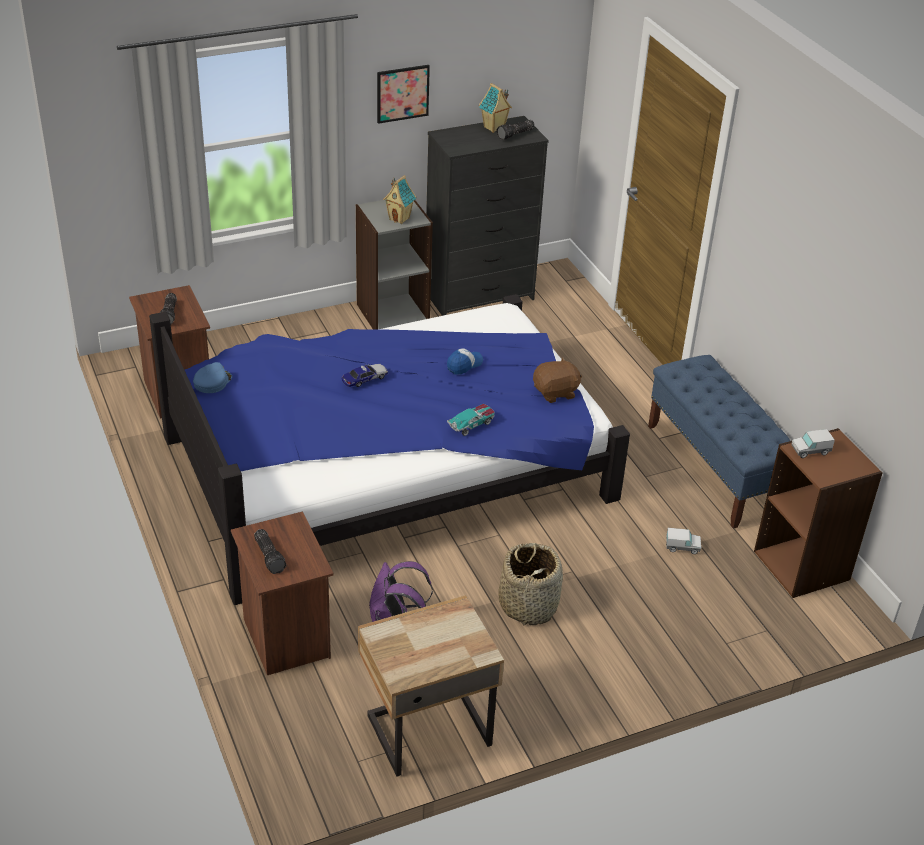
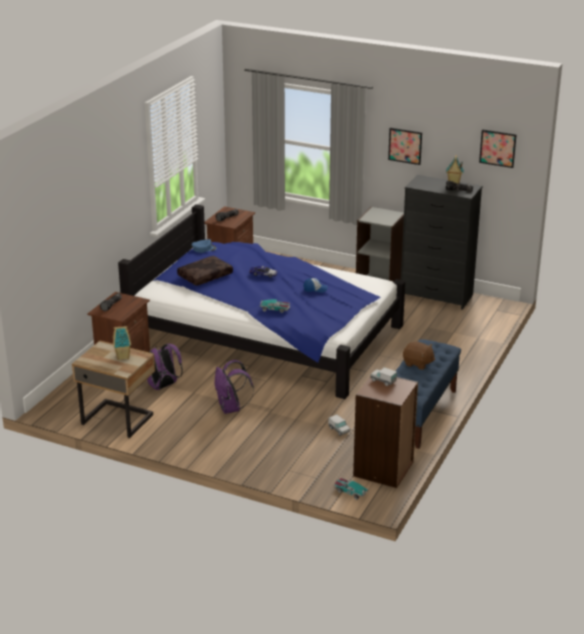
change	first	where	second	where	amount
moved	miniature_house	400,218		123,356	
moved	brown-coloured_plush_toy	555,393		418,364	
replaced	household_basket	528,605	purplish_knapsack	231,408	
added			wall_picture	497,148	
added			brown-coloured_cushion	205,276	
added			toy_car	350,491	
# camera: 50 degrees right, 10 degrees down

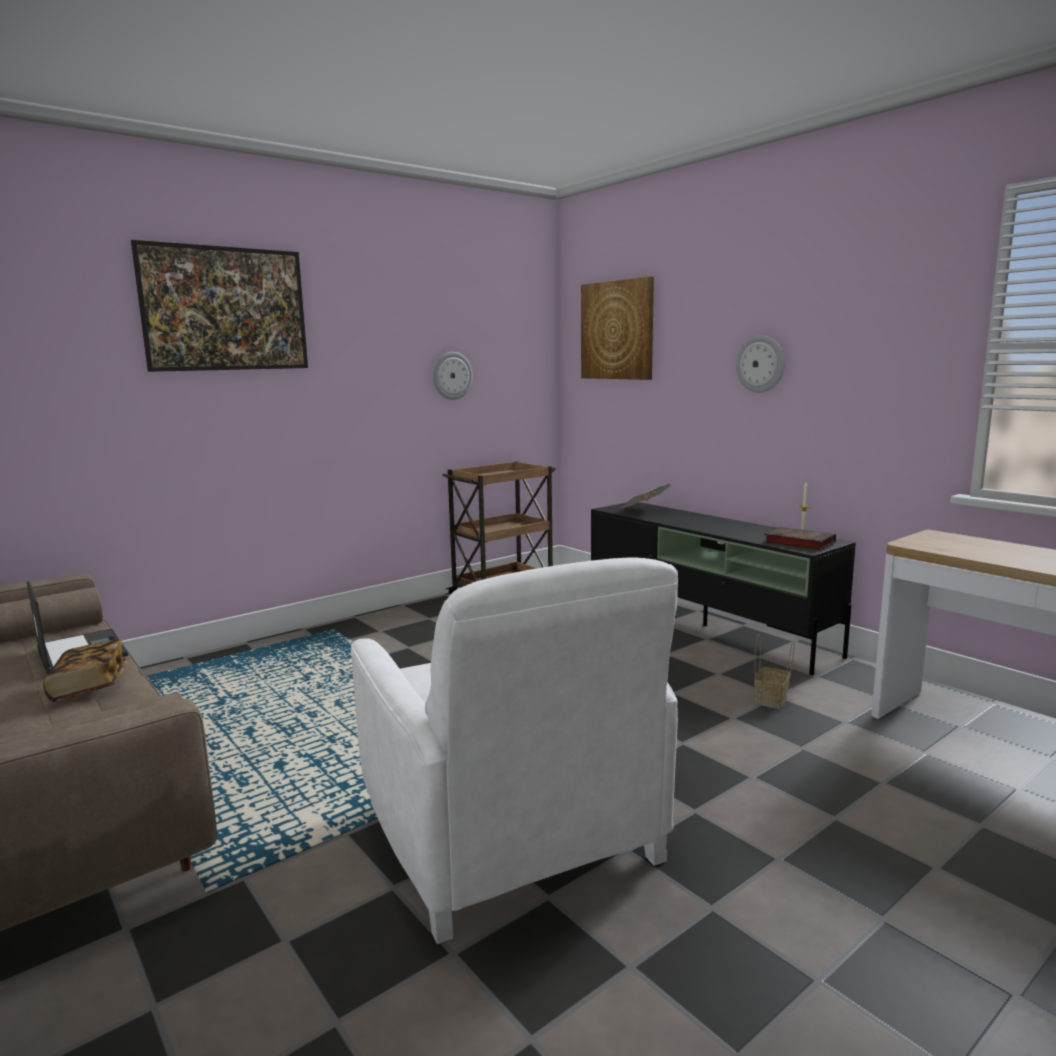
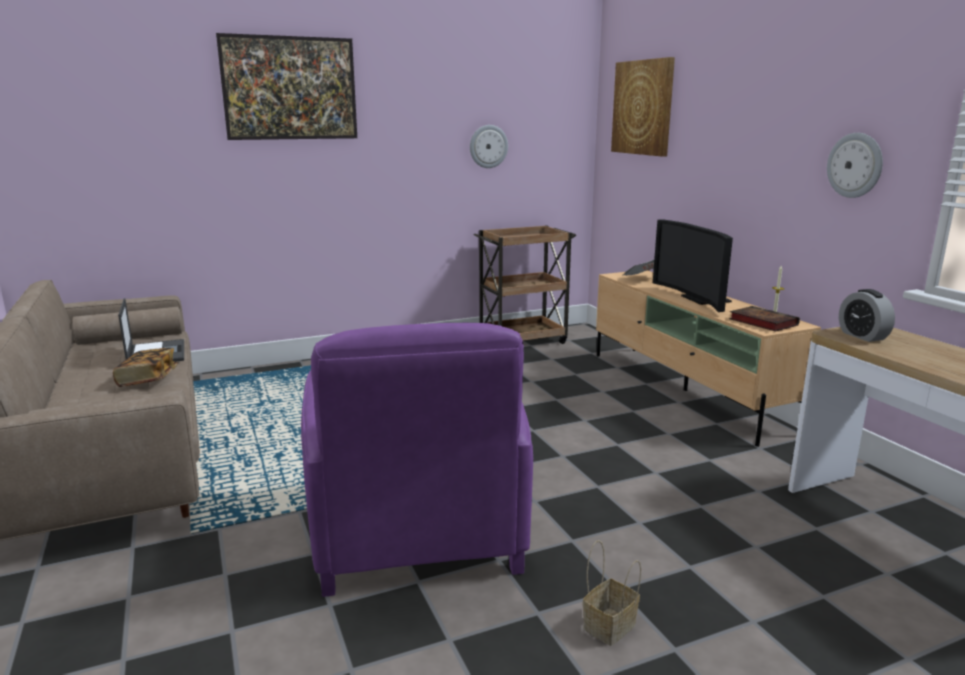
change	first	where	second	where	amount
moved	hanging_clock	761,364		855,165	
recoloured	black-coloured_media_console	705,626	beige-coloured_media_console	685,390	
recoloured	white-coloured_lounge_chair	512,835	purplish_lounge_chair	417,533	
moved	household_basket	771,700		609,627	
added			TV_set	699,299	
added			bedside_clock	862,336	
# camera: 15 degrees right, 5 degrees up

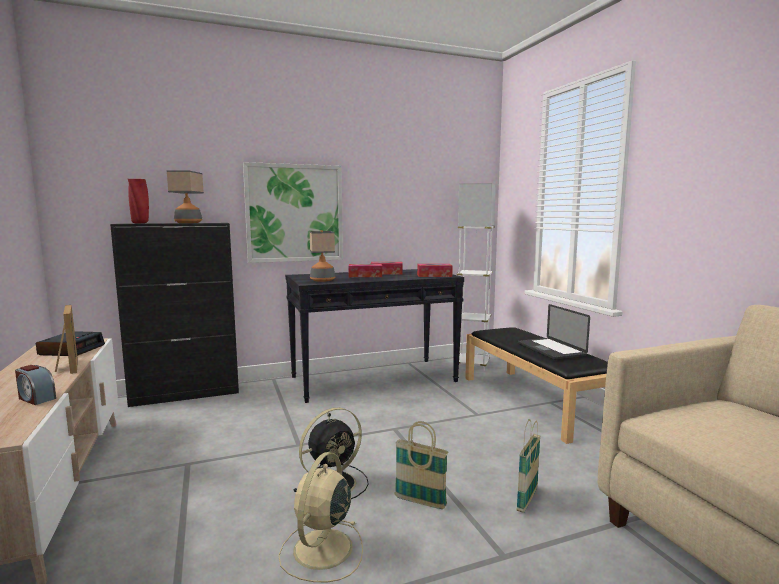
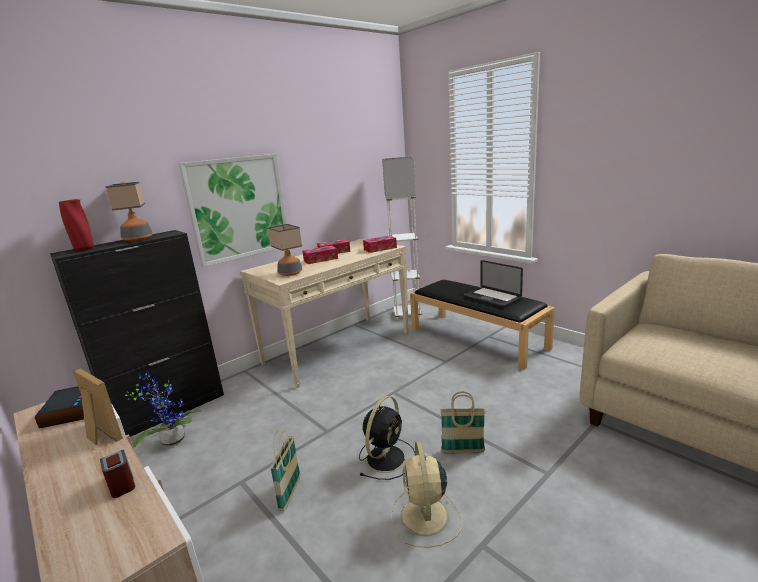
change	first	where	second	where	amount
recoloured	black-coloured_narrow_table	374,379	beige-coloured_narrow_table	338,348	
turned	bedside_clock	36,398		122,483	135 degrees counterclockwise
moved	household_basket	527,499		290,493	
added			houseplant	171,440	
# camera: 20 degrees left, 10 degrees up

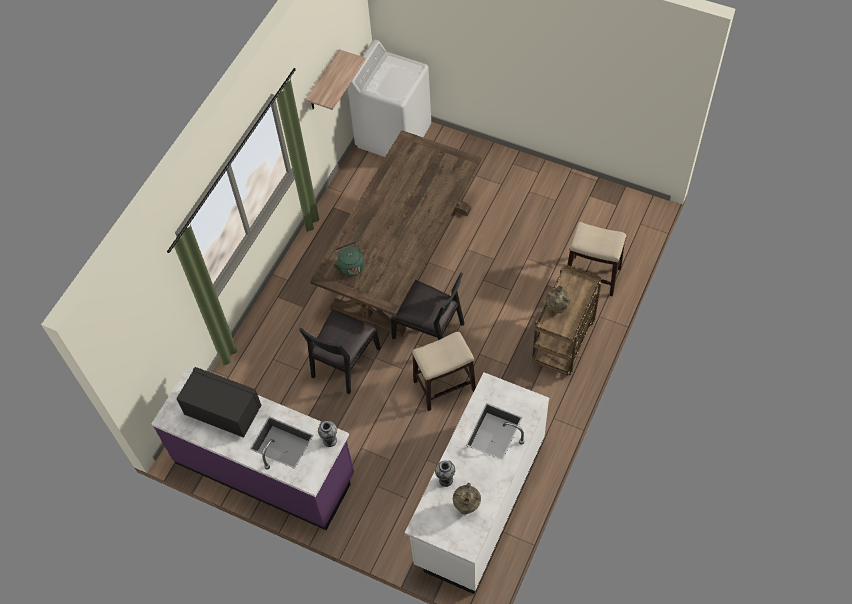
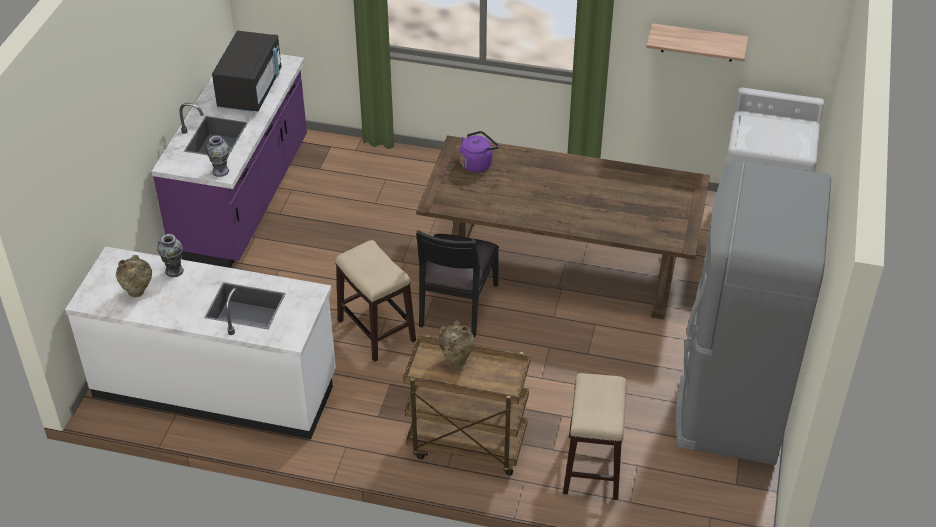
change	first	where	second	where	amount
recoloured	greenish_kettle	351,266	purplish_kettle	477,163	
removed	black-coloured_plain_chair	344,362			
added			grey_refrigerator	730,403	
# camera: 75 degrees right, 15 degrees down

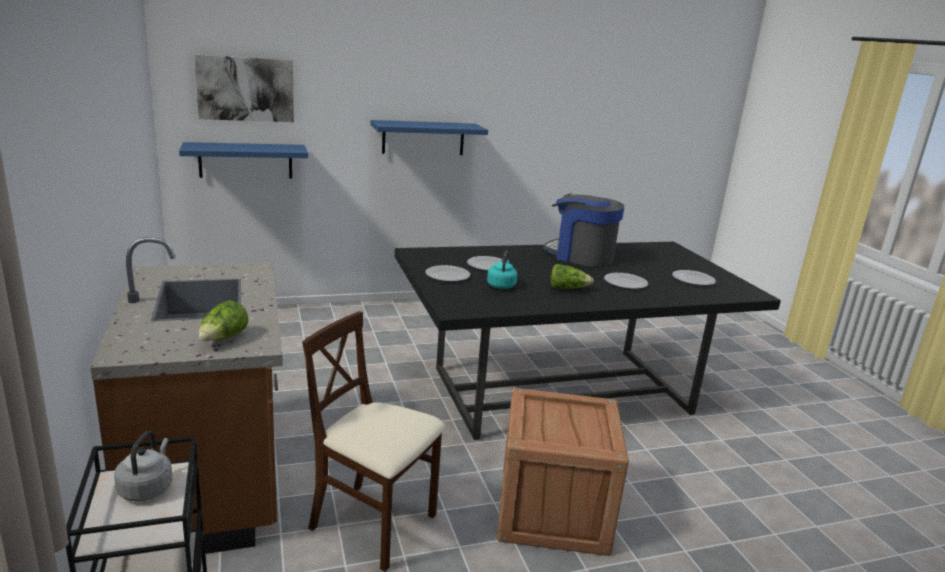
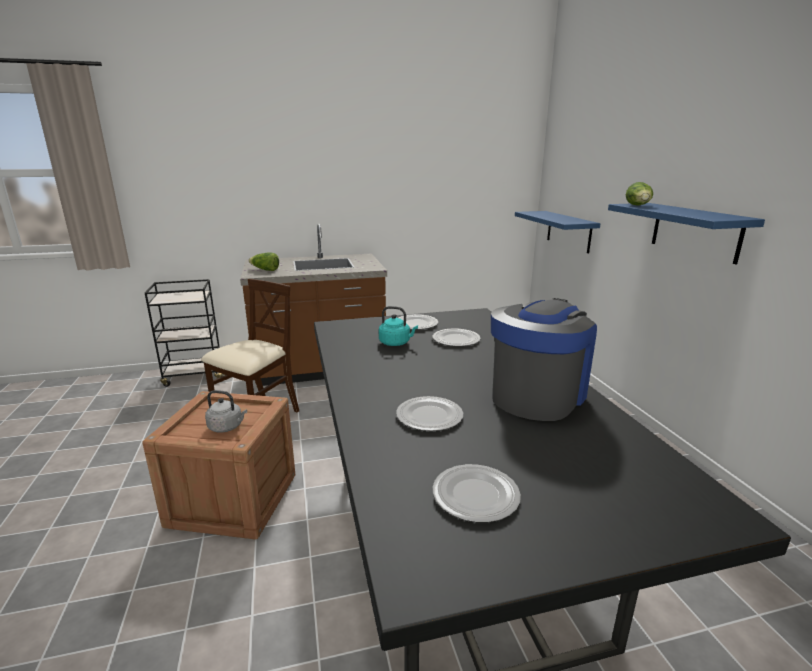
change	first	where	second	where	amount
removed	wall_picture	245,89			
moved	lettuce_head	567,288		639,206	
moved	grey_kettle	147,488		227,427	
# camera: 95 degrees right, 0 degrees up

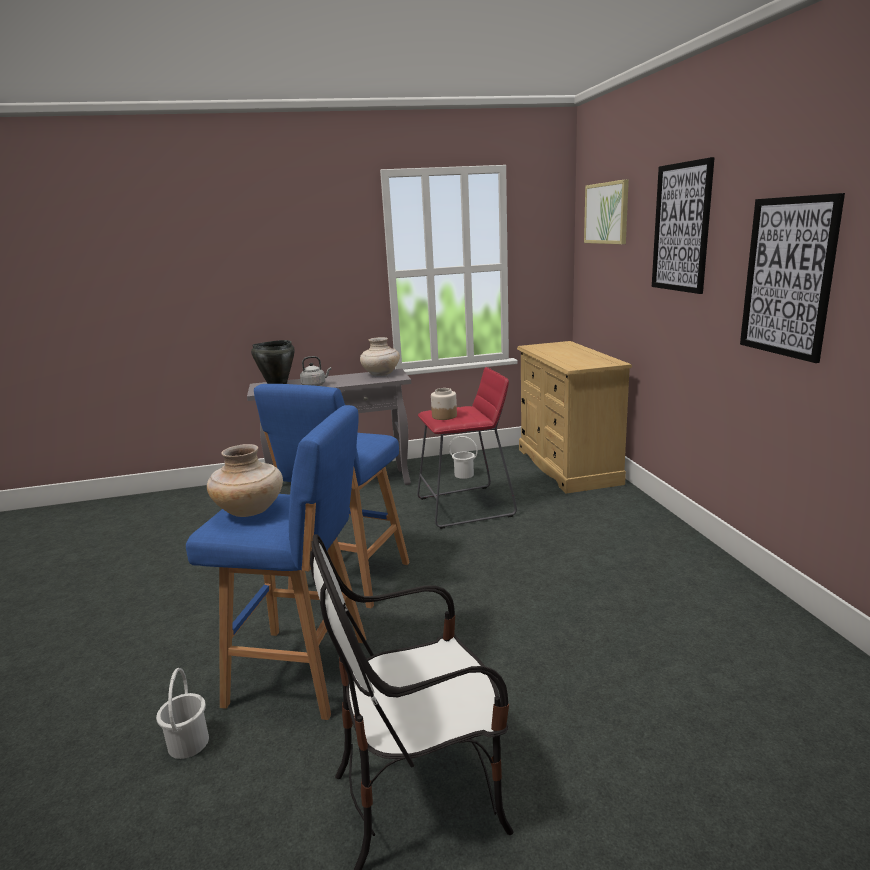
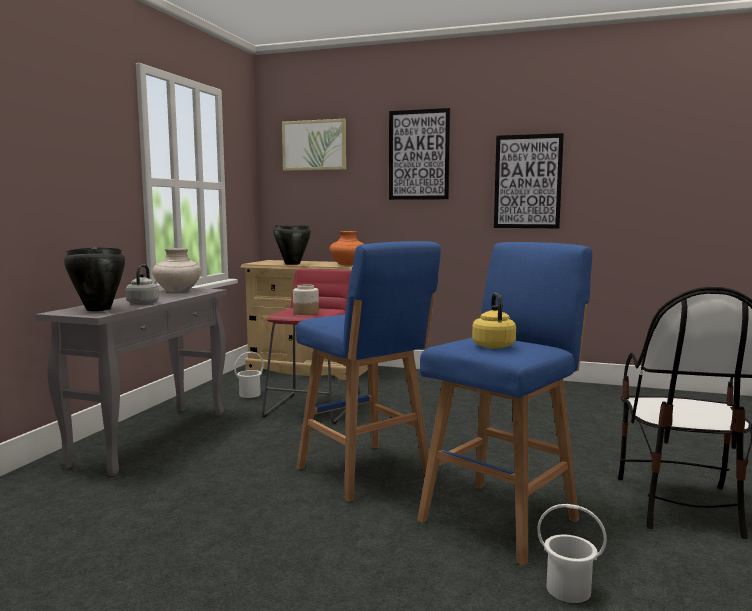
change	first	where	second	where	amount
replaced	beige-coloured_flower_vase	250,511	yellowish_kettle	493,345	
added			black-coloured_saucepot	292,264	
added			orangey_flower_vase	348,265	
# camera: 60 degrees left, 10 degrees down

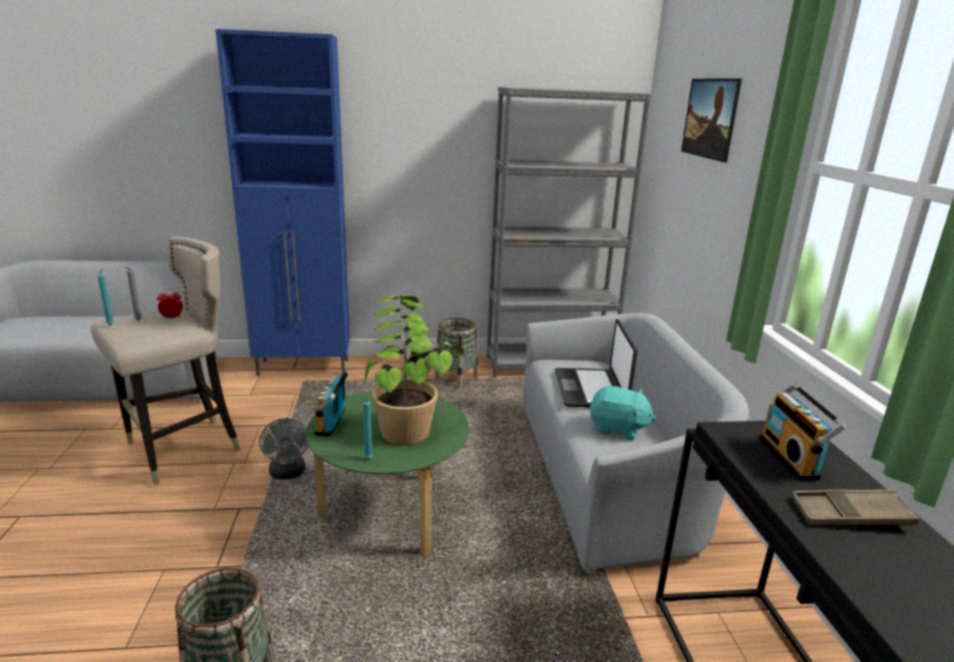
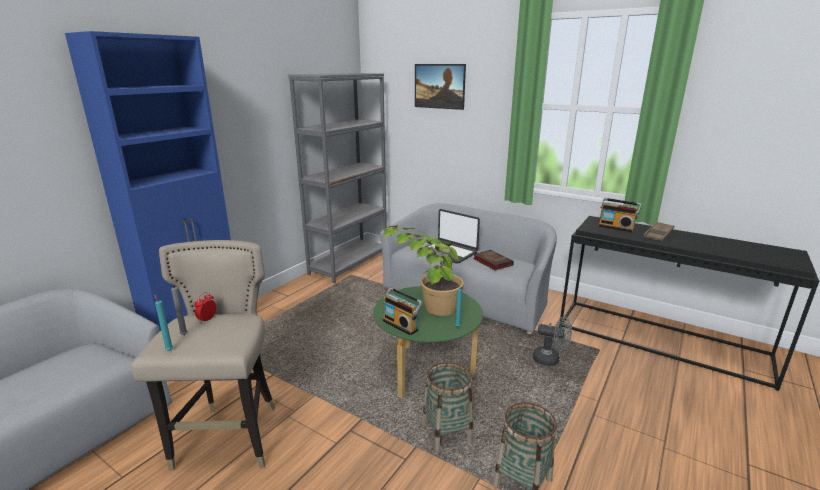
change	first	where	second	where	amount
moved	household_basket	455,378		446,433	
replaced	turquoise-coloured_plush_toy	617,429	book	491,262	
moved	grey_fan	288,474		550,359	
# camera: 50 degrees left, 0 degrees up

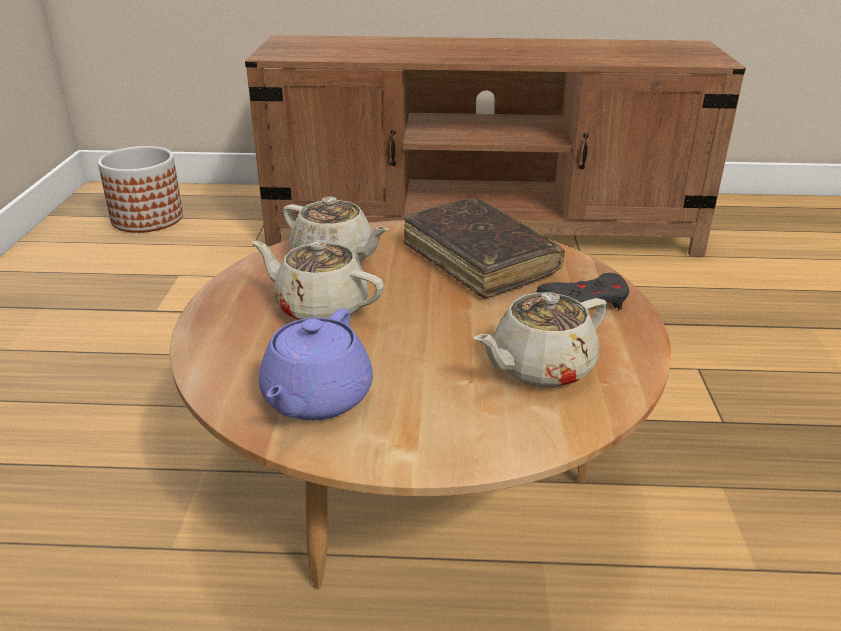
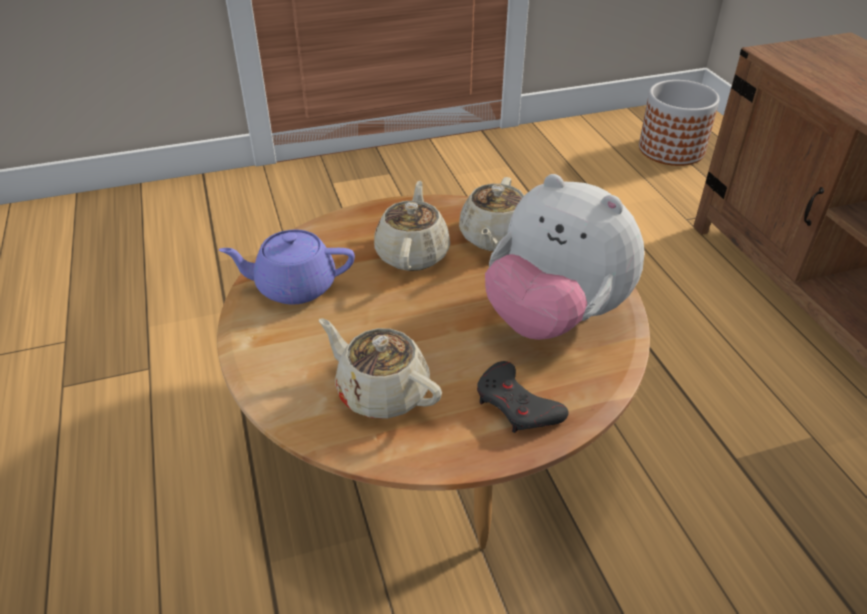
change	first	where	second	where	amount
replaced	brown-coloured_book	479,260	plush_toy	554,318	
# camera: 70 degrees right, 10 degrees up

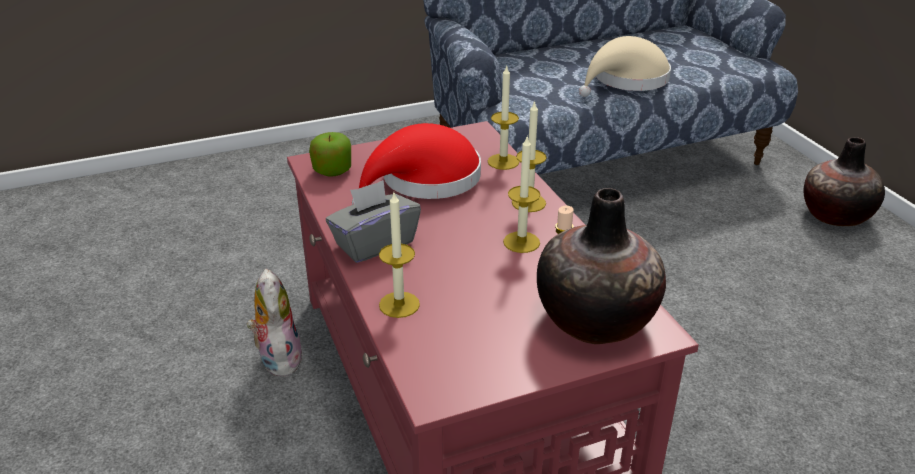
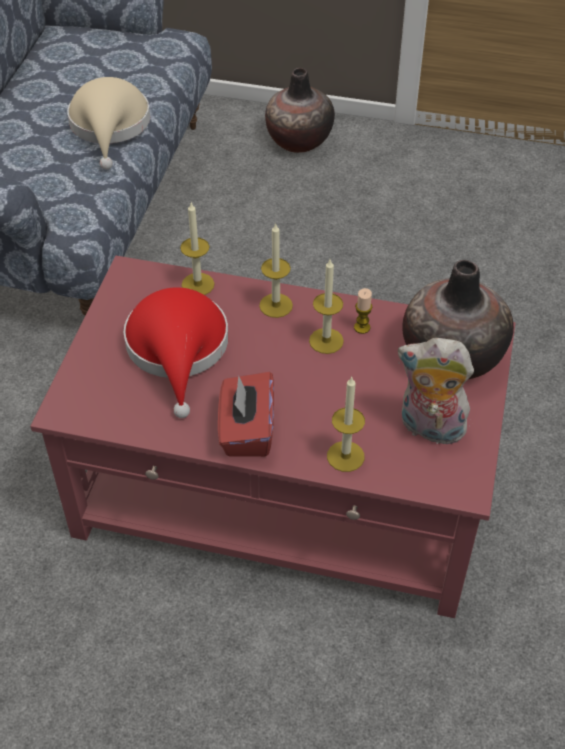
change	first	where	second	where	amount
removed	apple_fruit	332,170			
recoloured	grey_tissue_holder	374,243	reddish_tissue_holder	247,431	
moved	plush_toy	278,358		429,428	
# camera: 55 degrees left, 15 degrees up

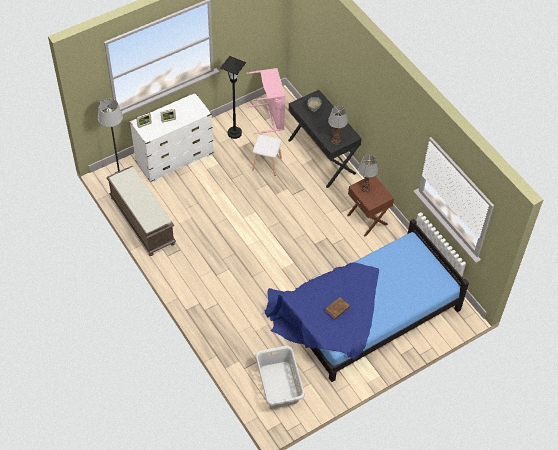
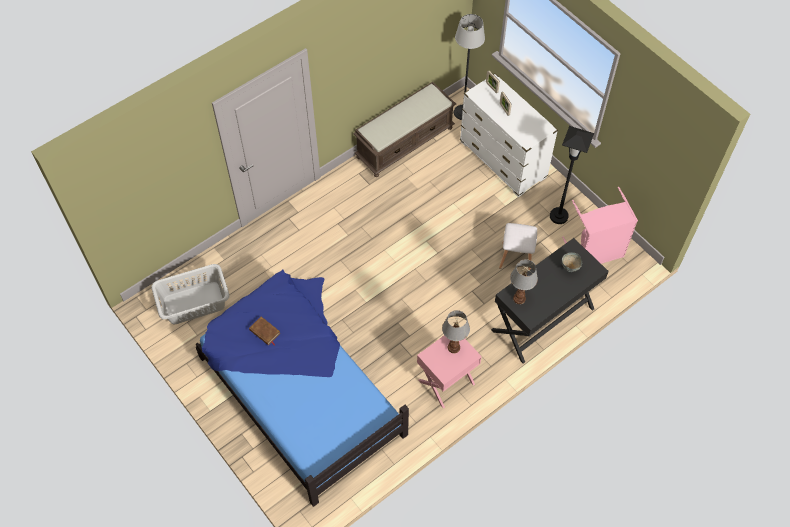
change	first	where	second	where	amount
recoloured	brown-coloured_bedside_table	368,219	pink_bedside_table	447,382	
# camera: 85 degrees right, 5 degrees up

